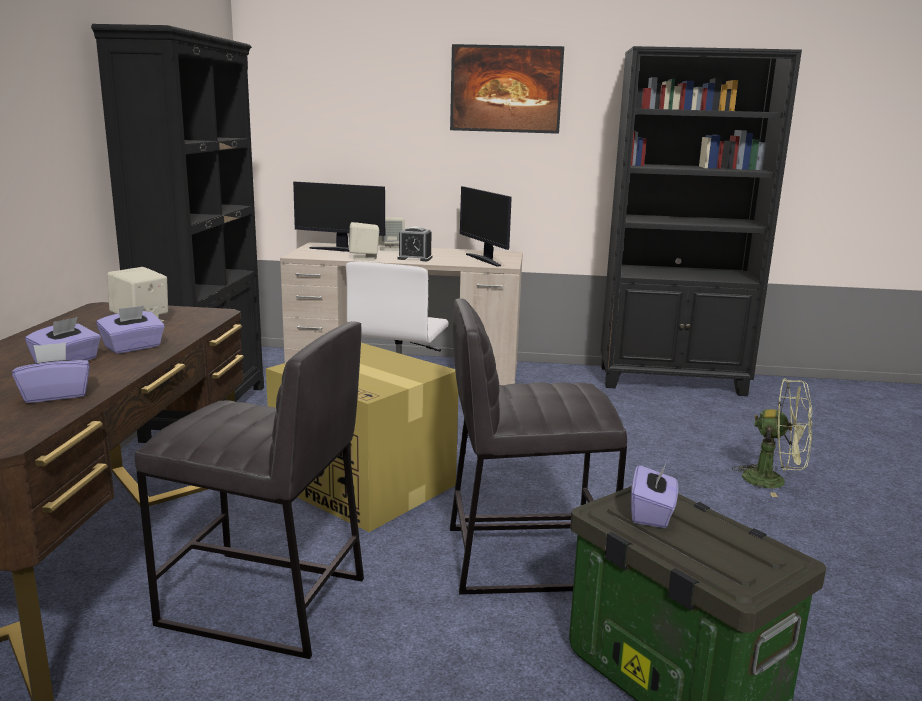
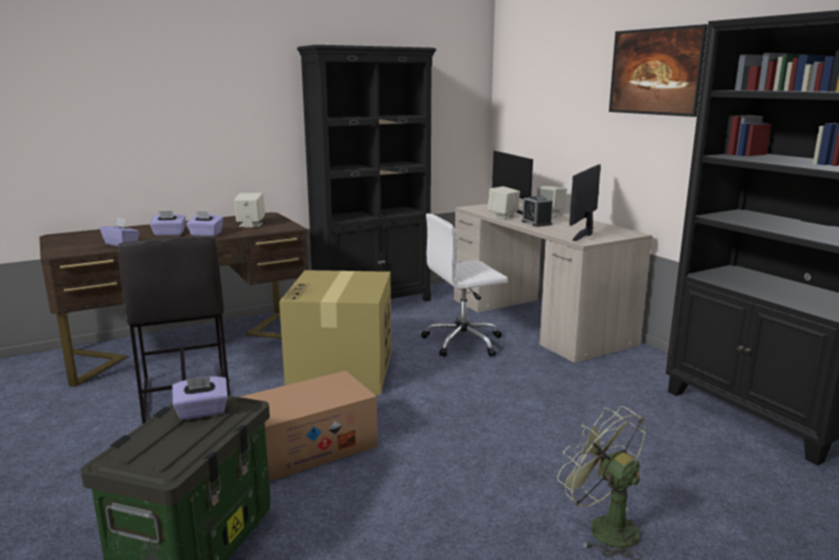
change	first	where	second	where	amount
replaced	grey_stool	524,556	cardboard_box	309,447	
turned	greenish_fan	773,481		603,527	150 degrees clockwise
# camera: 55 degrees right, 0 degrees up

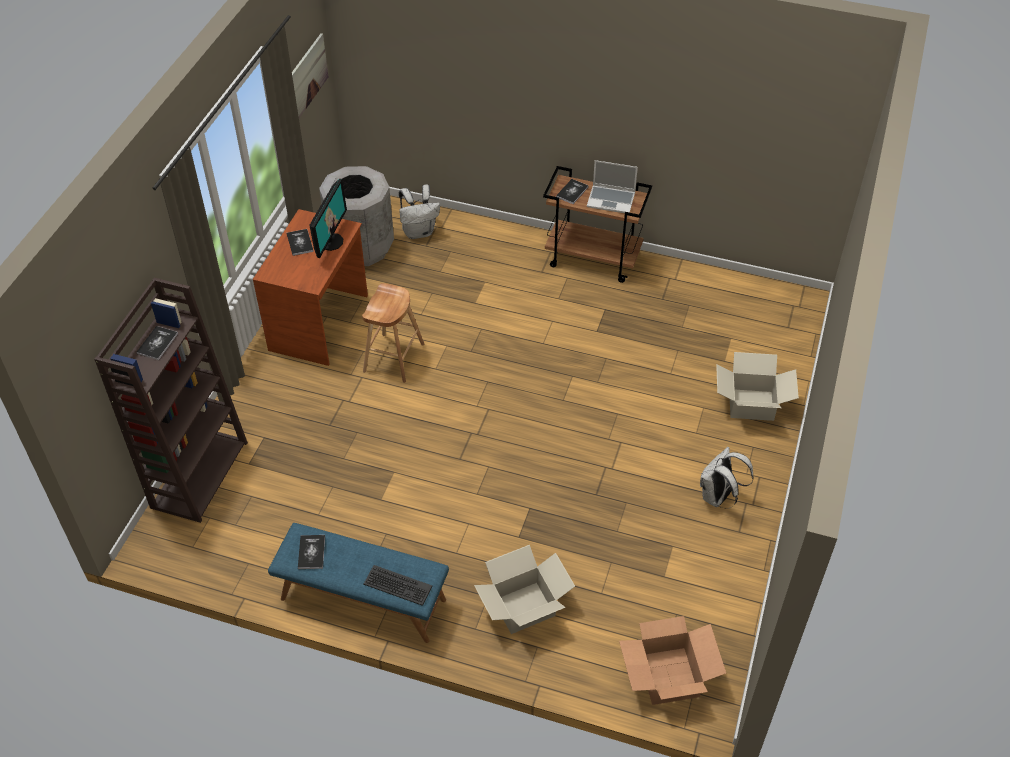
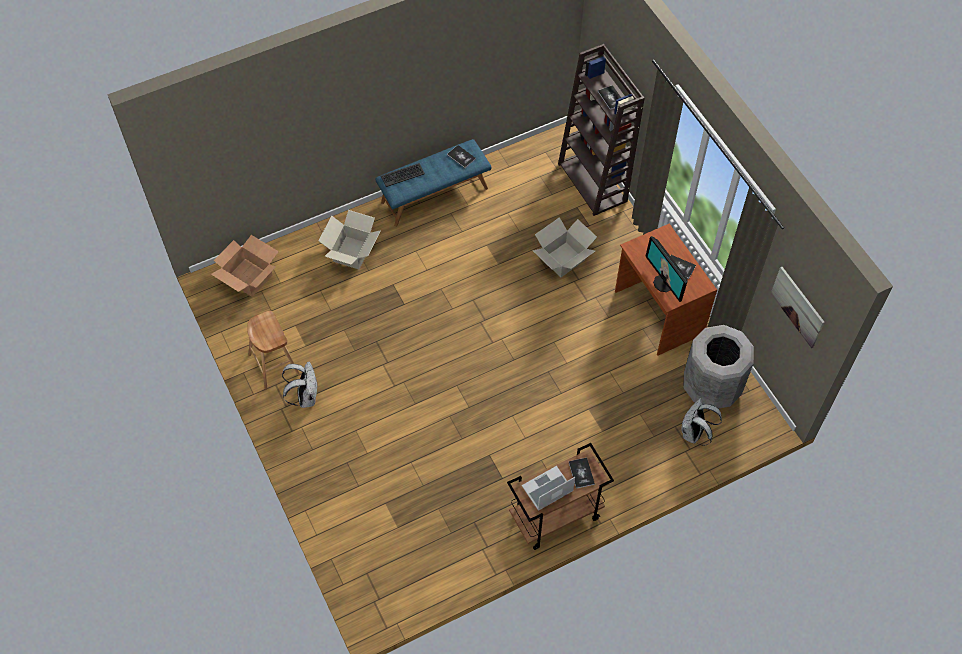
change	first	where	second	where	amount
moved	brown-coloured_stool	394,357		274,364	
moved	cardboard_box	751,405		563,259	
# camera: 135 degrees right, 10 degrees up

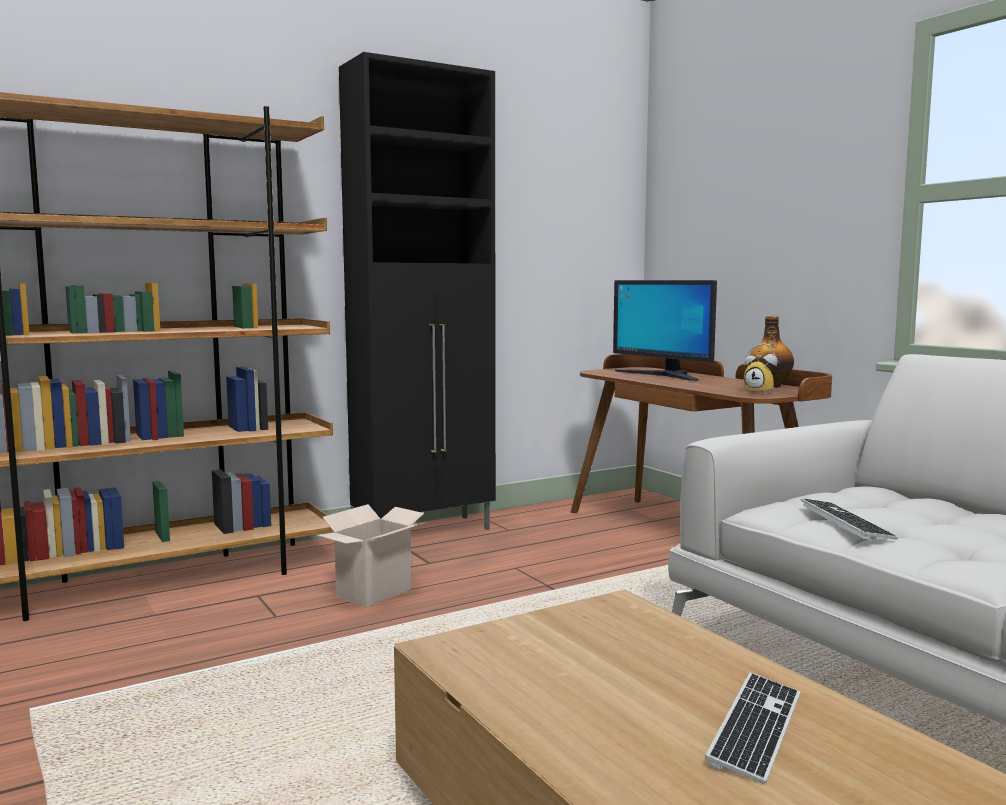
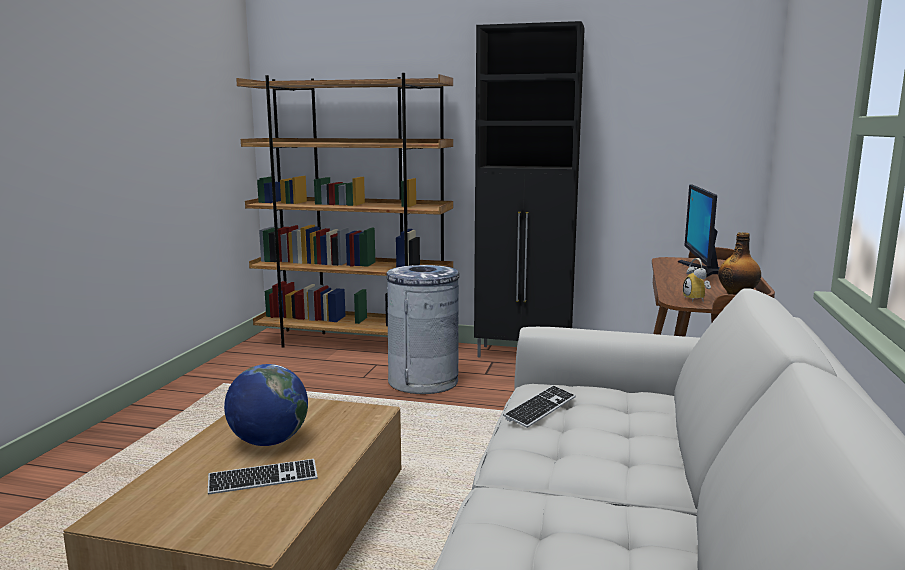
change	first	where	second	where	amount
replaced	cardboard_box	374,594	grey_trash_can	423,381	
added			globe	269,441	
# camera: 45 degrees right, 5 degrees up

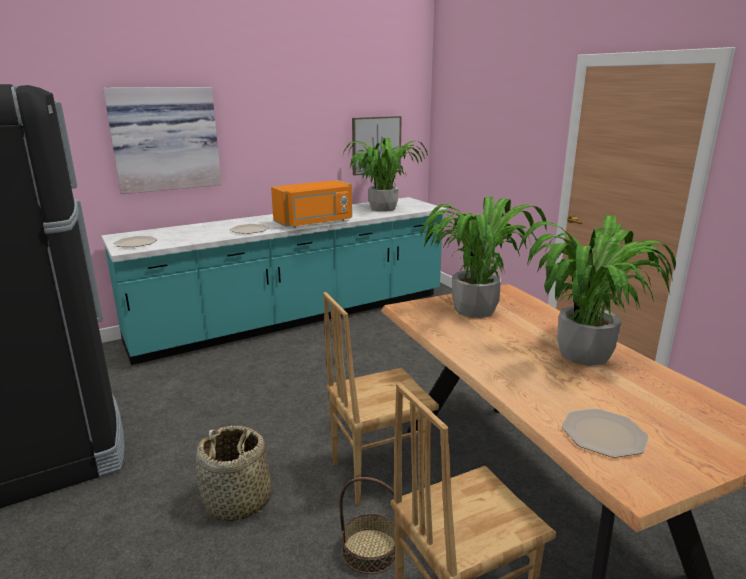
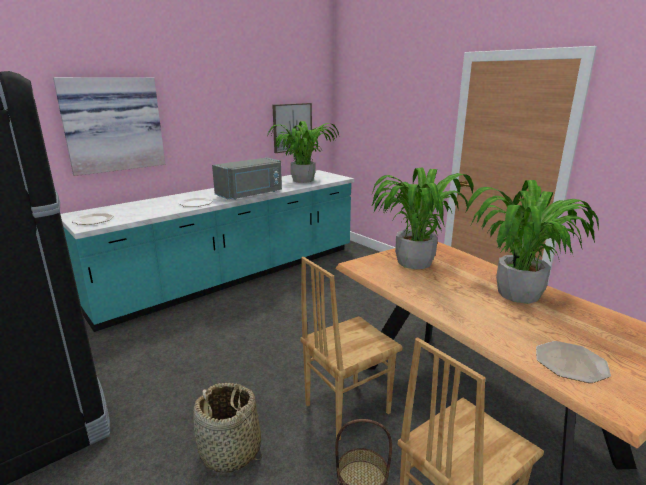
change	first	where	second	where	amount
recoloured	orangey_kitchen_microwave	315,222	grey_kitchen_microwave	251,194	
# camera: 10 degrees left, 0 degrees up

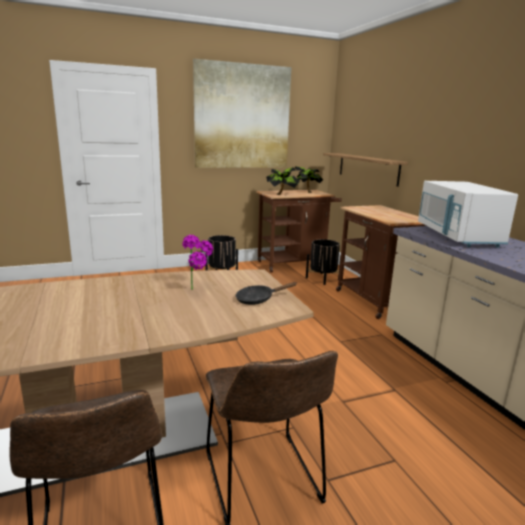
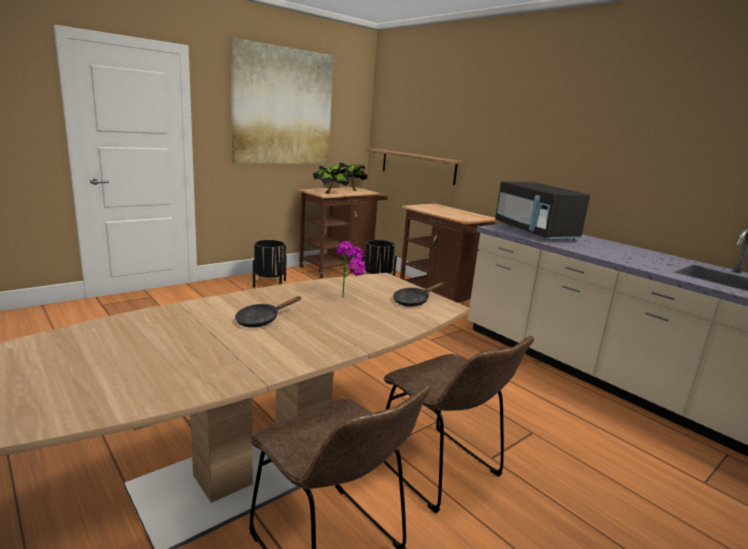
change	first	where	second	where	amount
recoloured	white-coloured_kitchen_microwave	457,236	black-coloured_kitchen_microwave	535,232	
added			black-coloured_pan	261,320	
# camera: 20 degrees left, 0 degrees up

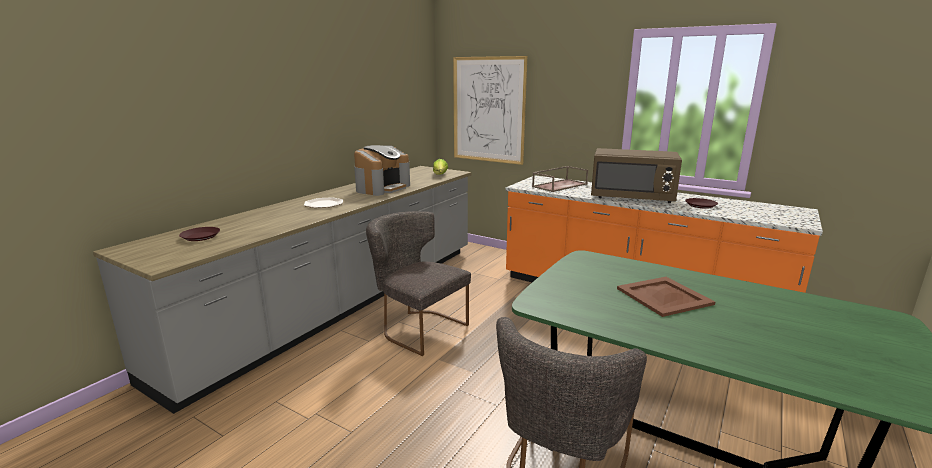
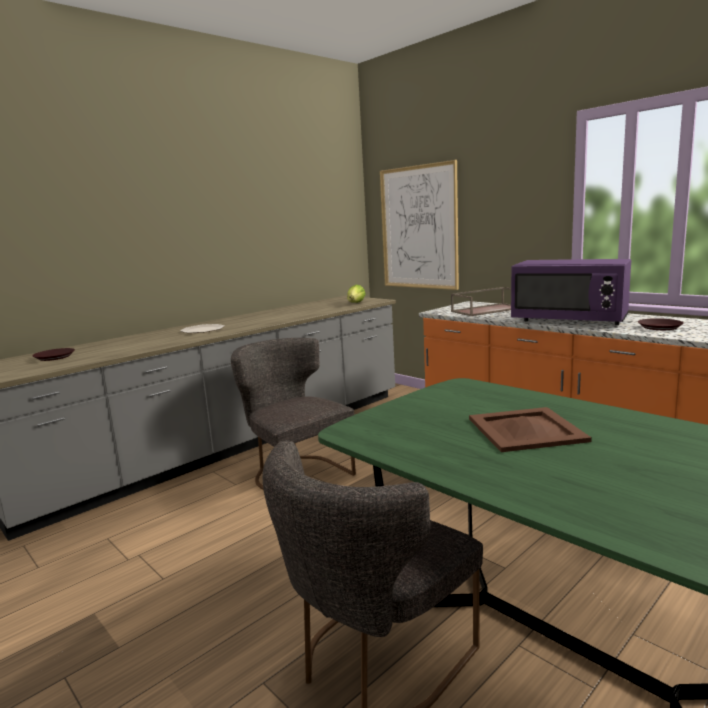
change	first	where	second	where	amount
removed	coffee_machine	382,188			
recoloured	brown-coloured_kitchen_microwave	632,198	purplish_kitchen_microwave	569,320	
# camera: 15 degrees right, 5 degrees down

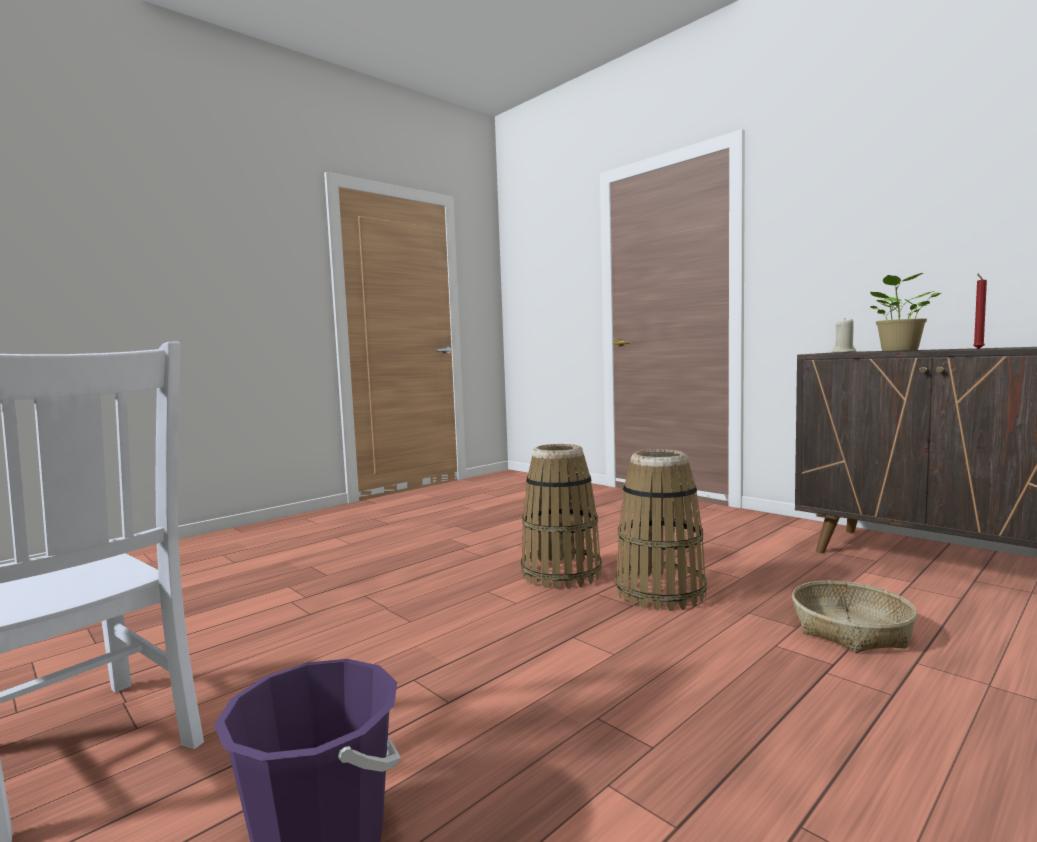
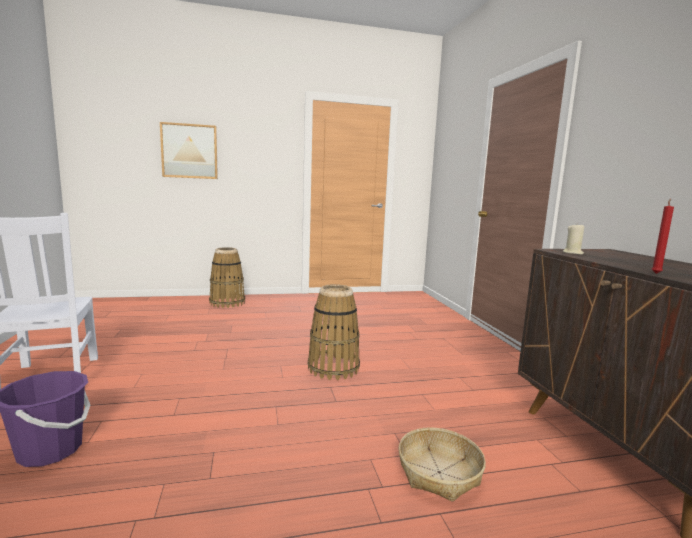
change	first	where	second	where	amount
removed	houseplant	899,351			
moved	household_basket	660,592		227,303	
added			wall_picture	189,151	
# camera: 30 degrees right, 5 degrees up

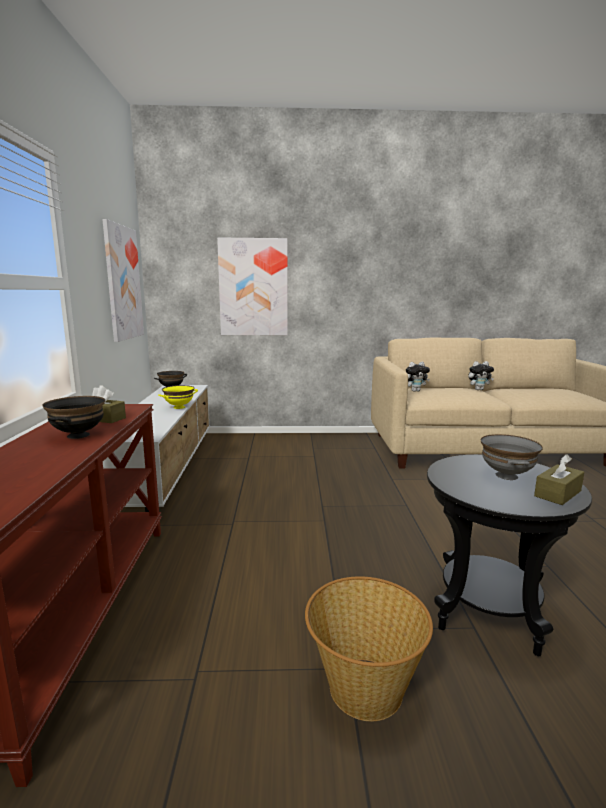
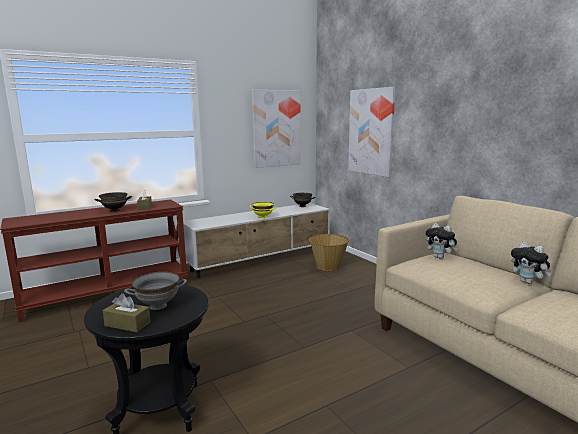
change	first	where	second	where	amount
moved	household_basket	364,687		328,266	
# camera: 60 degrees right, 0 degrees up

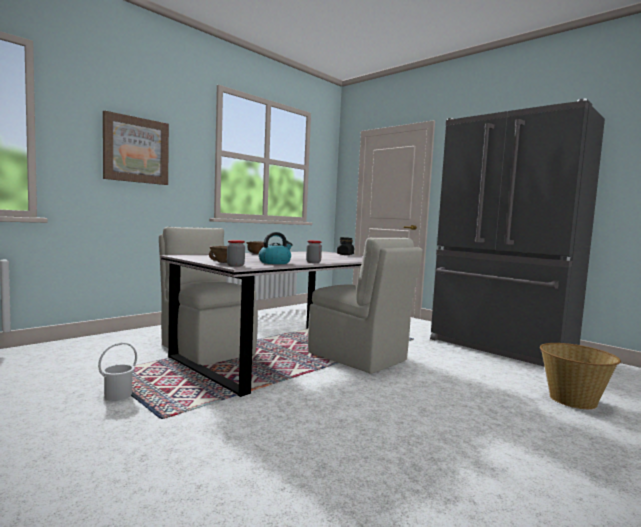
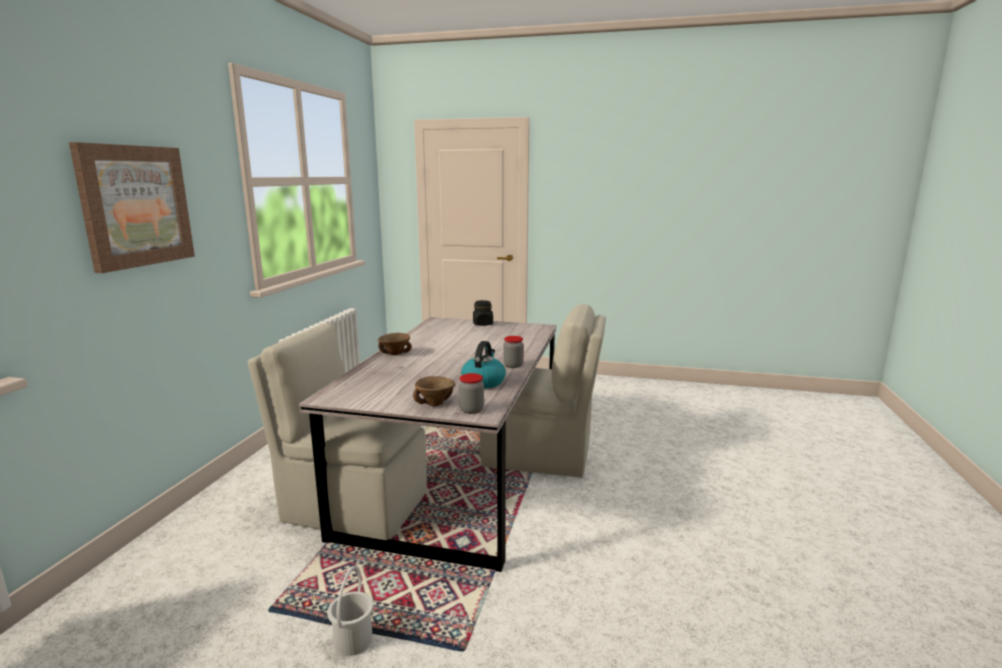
change	first	where	second	where	amount
removed	grey_refrigerator	500,347			
removed	household_basket	573,400			
# camera: 30 degrees left, 10 degrees up

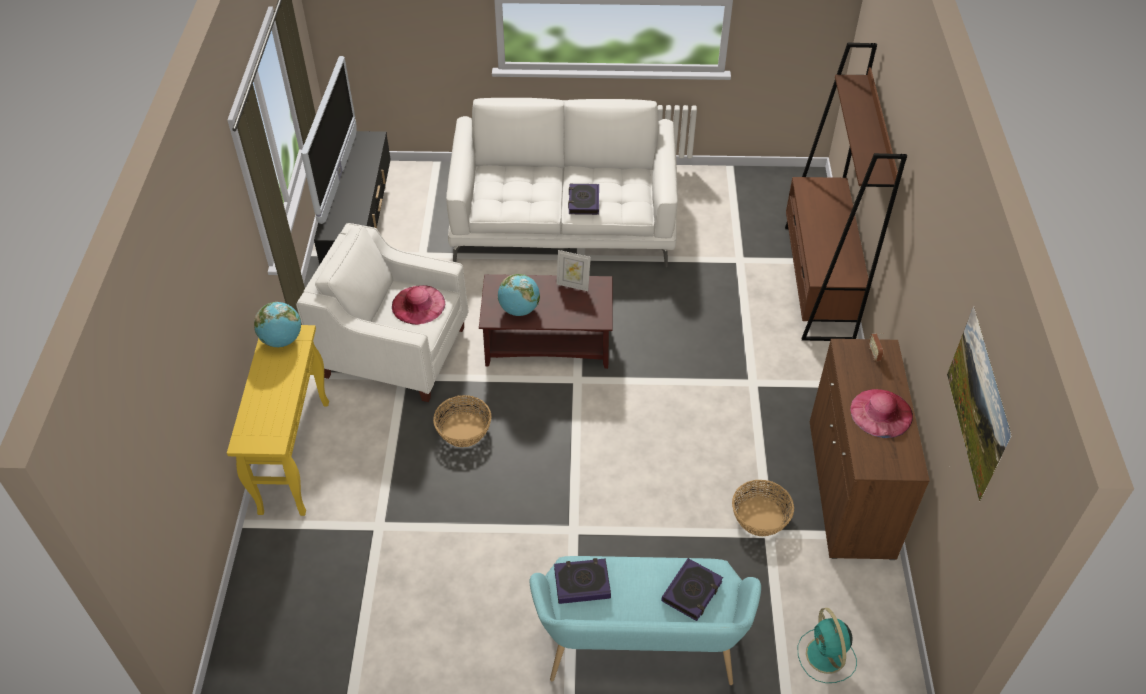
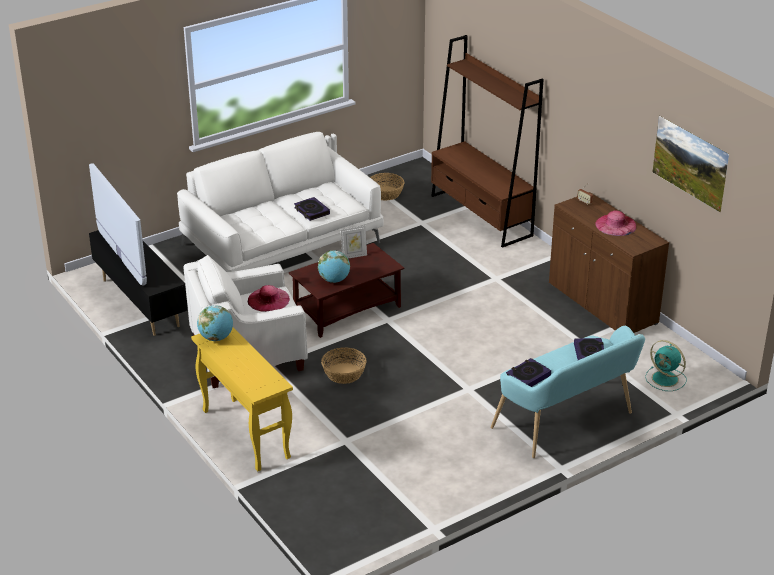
change	first	where	second	where	amount
moved	household_basket	760,517		386,193	
# camera: 35 degrees left, 15 degrees down

